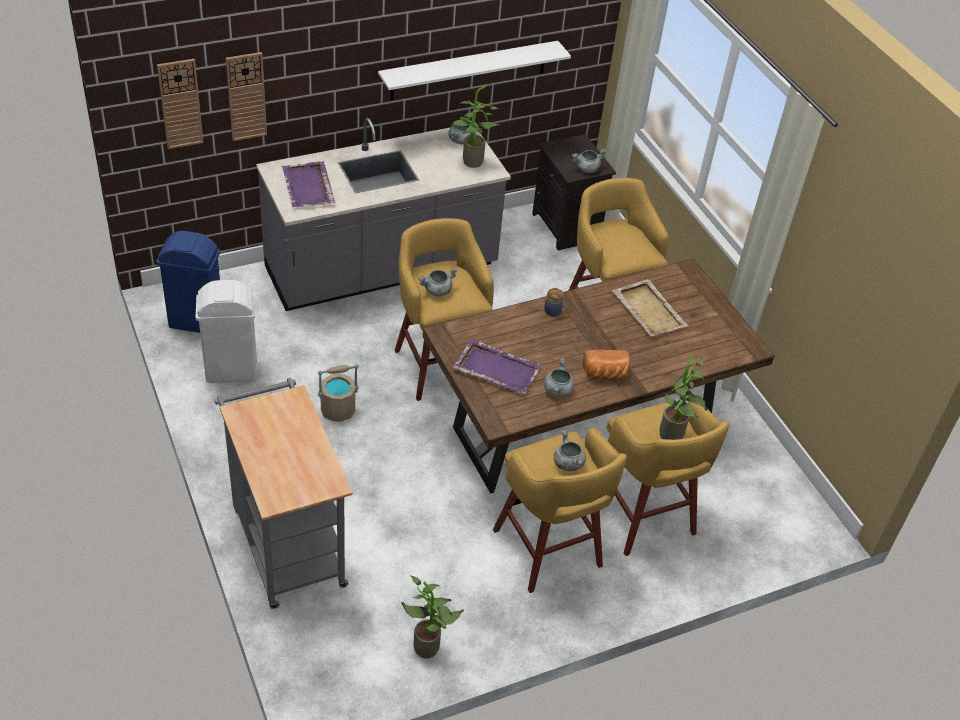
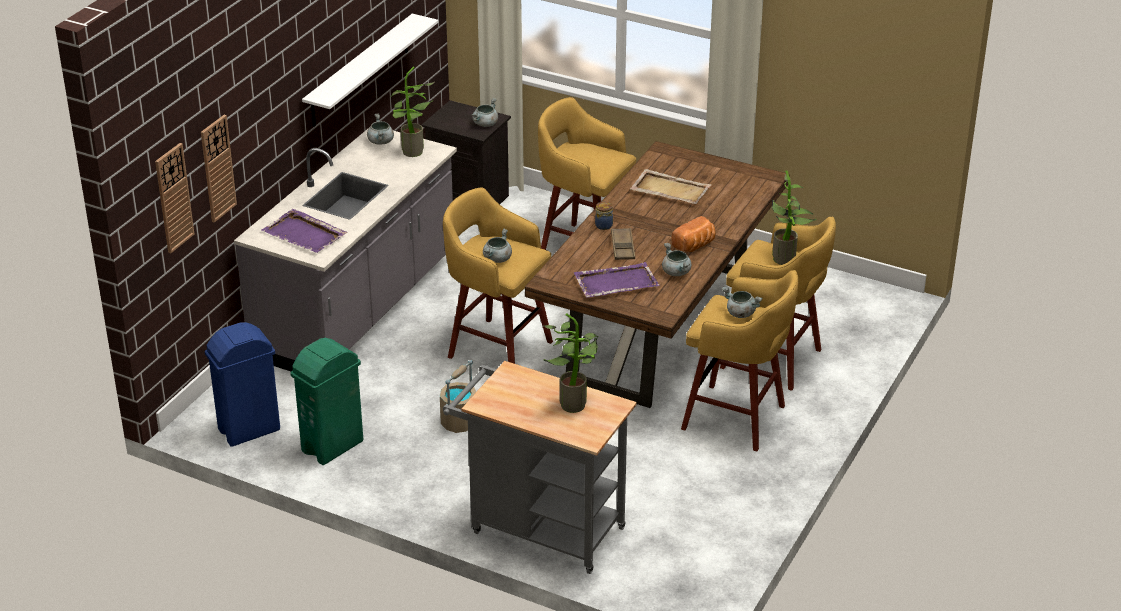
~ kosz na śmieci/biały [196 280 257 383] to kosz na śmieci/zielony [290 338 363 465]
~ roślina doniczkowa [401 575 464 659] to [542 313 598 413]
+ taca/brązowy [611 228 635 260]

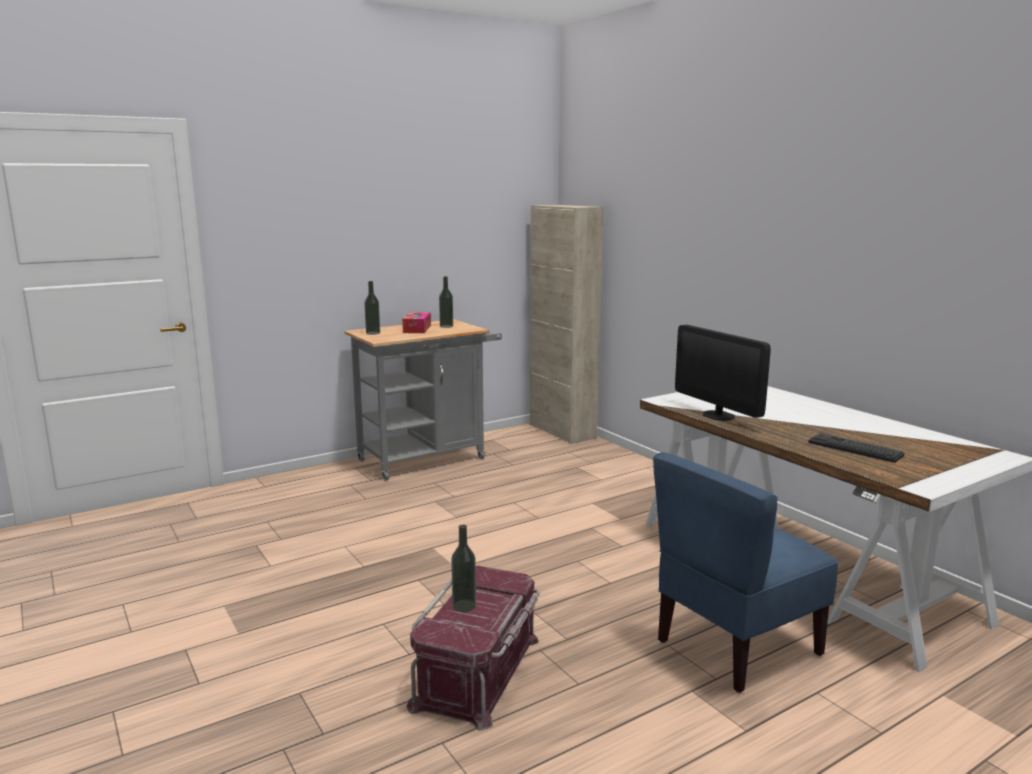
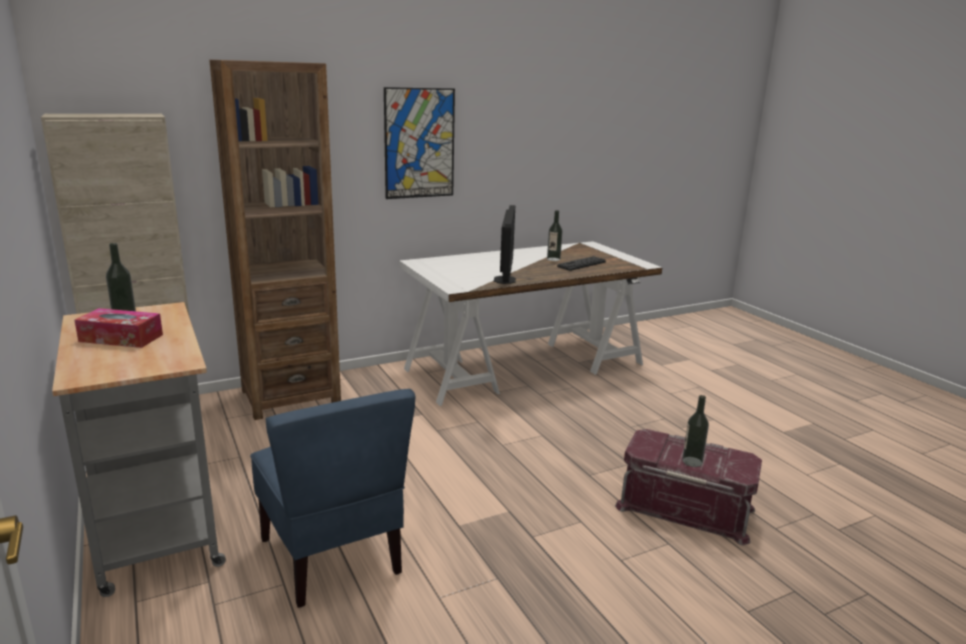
+ regał/brązowy [209 60 341 420]
~ krzesło/niebieski [653 452 839 693] to [250 389 416 608]
+ obraz [384 87 455 199]
~ monitor [675 325 771 421] = [494 205 516 284] 60 degrees counterclockwise
~ butelka [364 281 380 335] to [547 210 562 261]

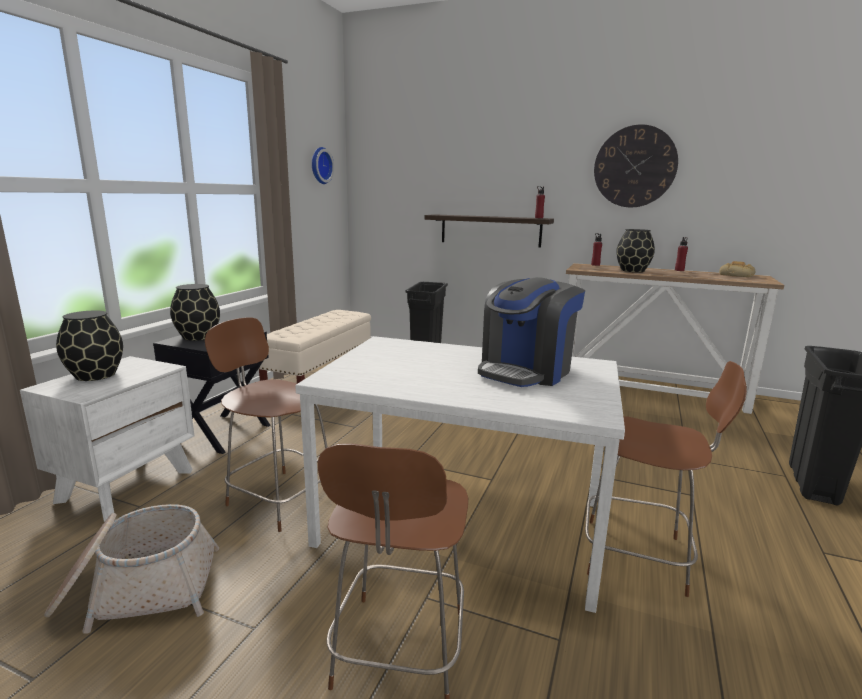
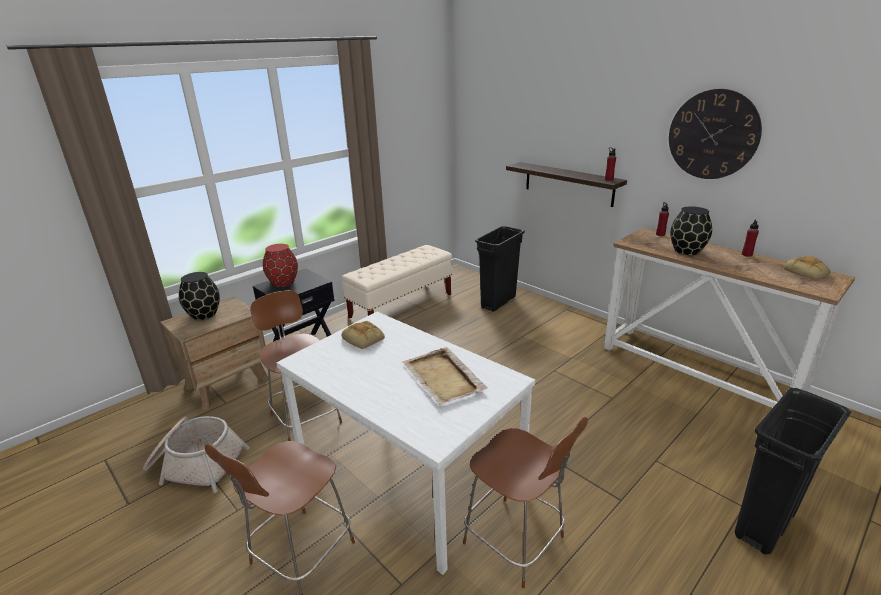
~ szafka nocna/biały [20 356 194 522] to szafka nocna/brązowy [160 296 269 410]
~ wazon/czarny [170 284 220 341] to wazon/czerwony [263 244 298 287]
+ chleb [342 321 385 349]
~ ekspres do kawy [478 277 585 387] to taca/beżowy [402 347 488 405]
- zegar ścienny [312 147 334 184]

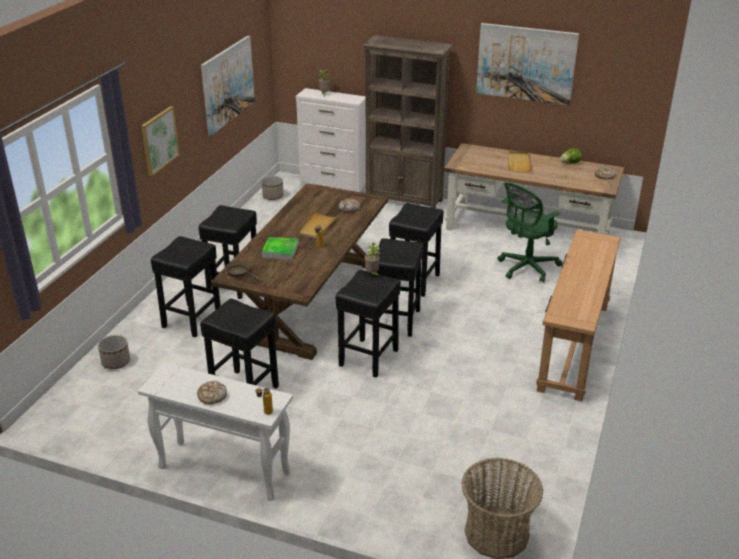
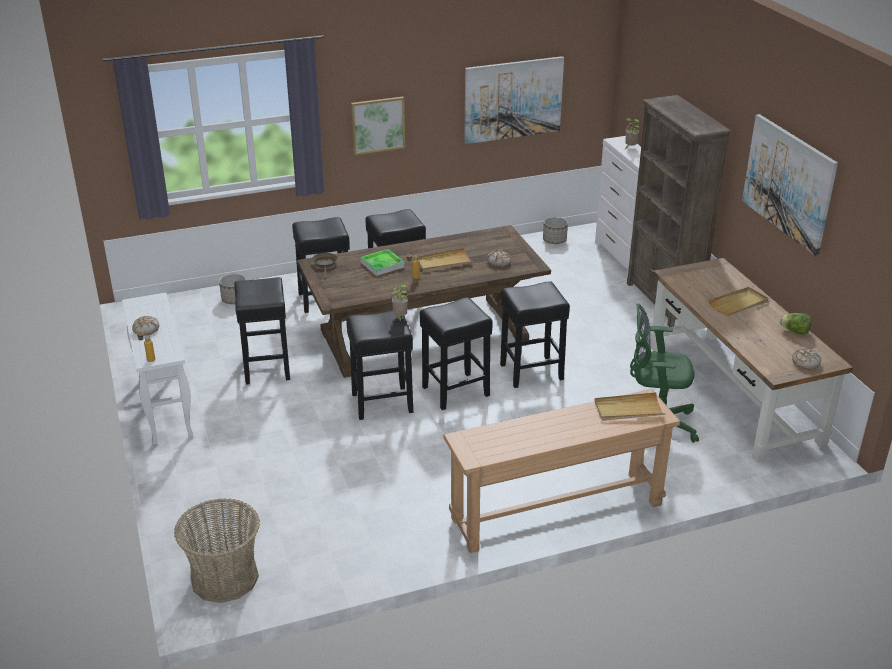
+ taca/beżowy [594 392 666 421]

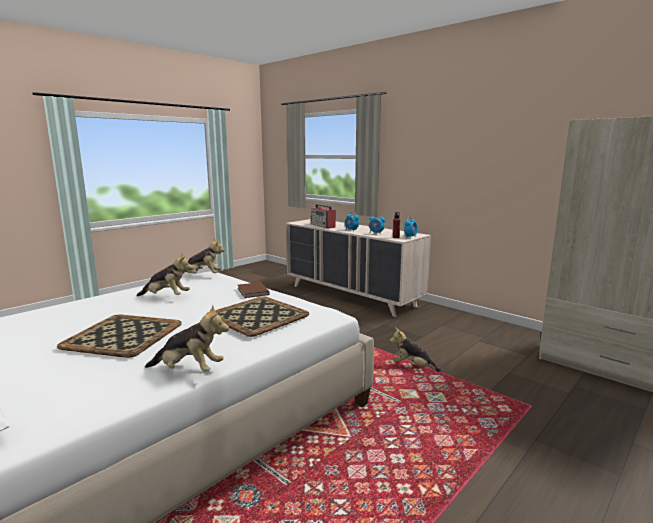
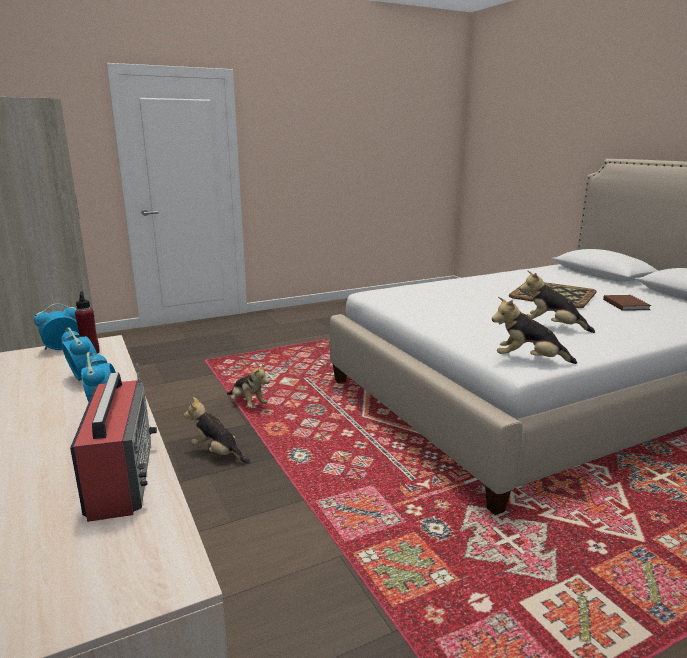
~ pluszak [145 305 229 371] to [184 397 250 464]
~ książka/brązowy [238 282 269 298] to [603 295 651 311]
- taca [207 297 309 337]

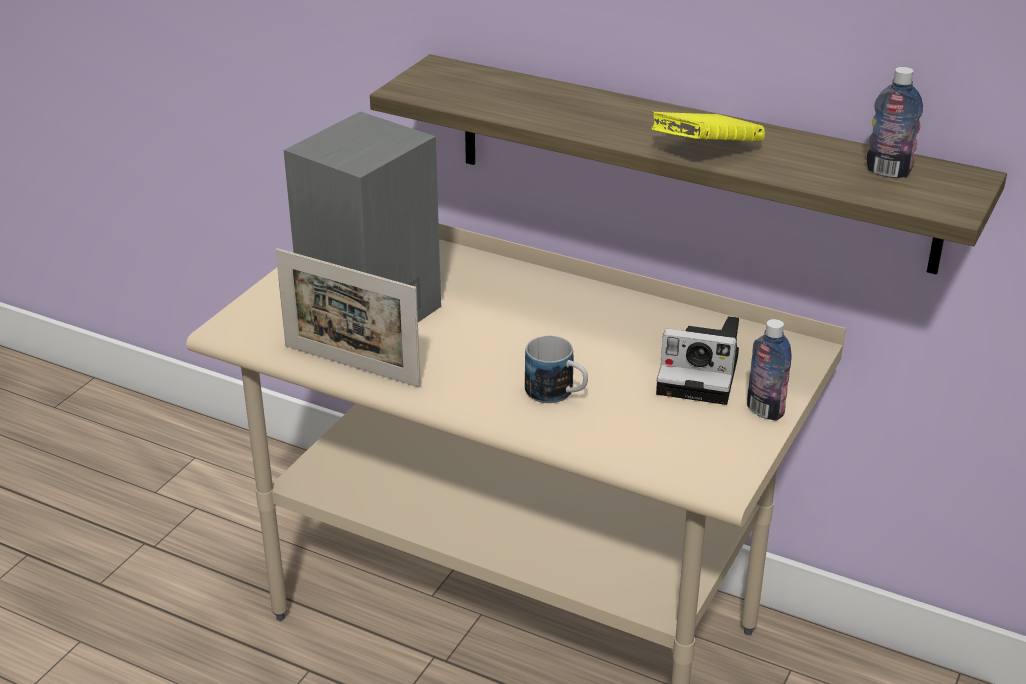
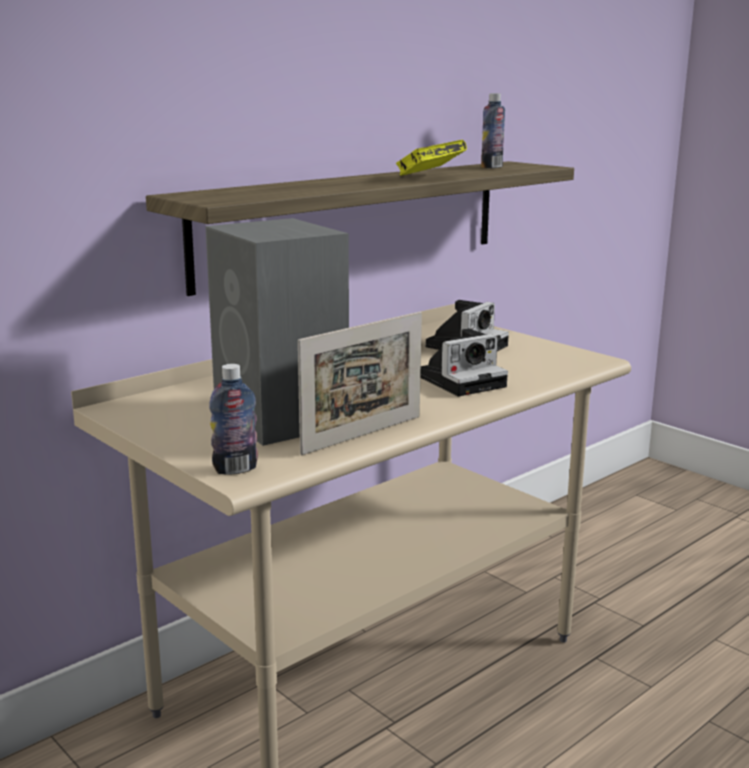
~ butelka [747 319 792 421] to [209 364 258 475]
~ kubek [525 336 588 403] to aparat fotograficzny [420 328 508 397]

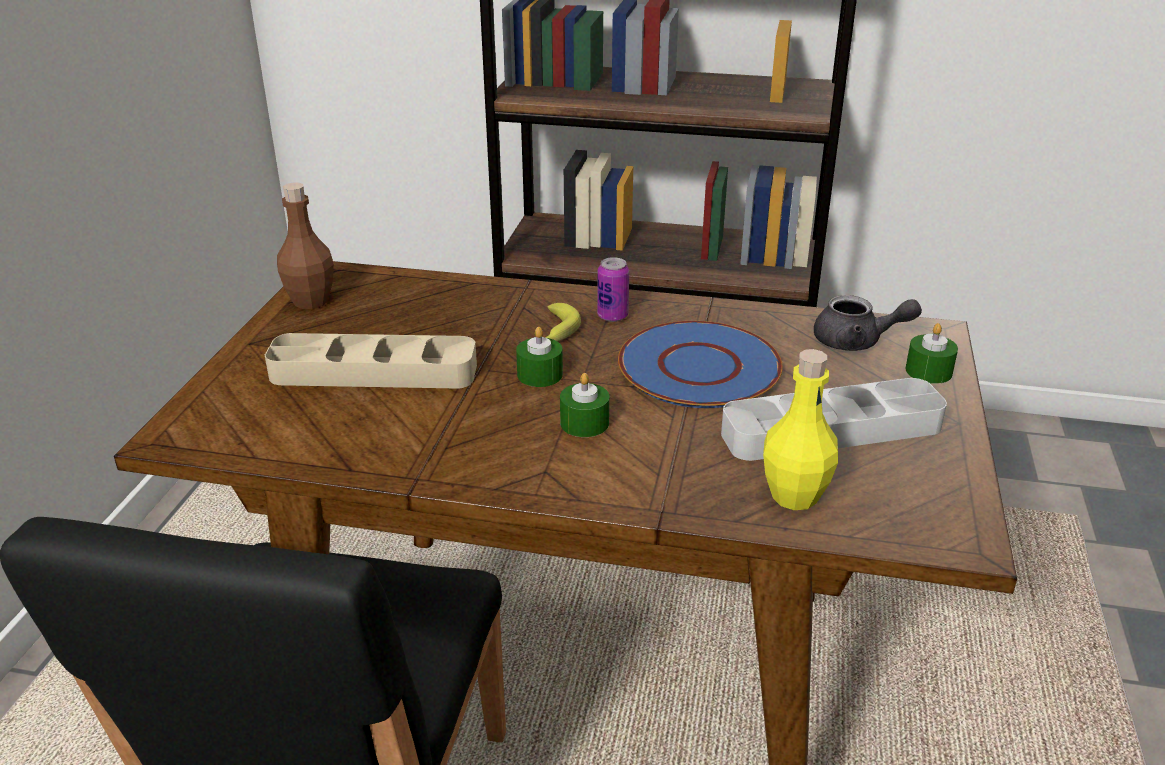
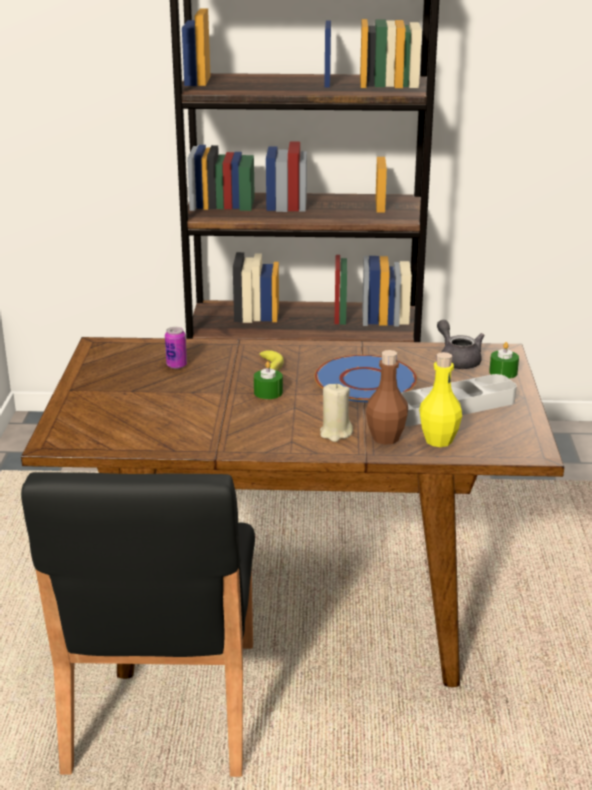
~ puszka [597 257 629 322] to [165 327 187 369]
+ świeca/beżowy [320 383 353 442]
~ butelka/brązowy [277 183 334 309] to [366 350 408 445]
~ imbryk/szary [814 295 922 351] = [437 320 485 369] 120 degrees counterclockwise
- taca/beżowy [265 333 477 389]
- świeca/zielony [560 373 609 437]

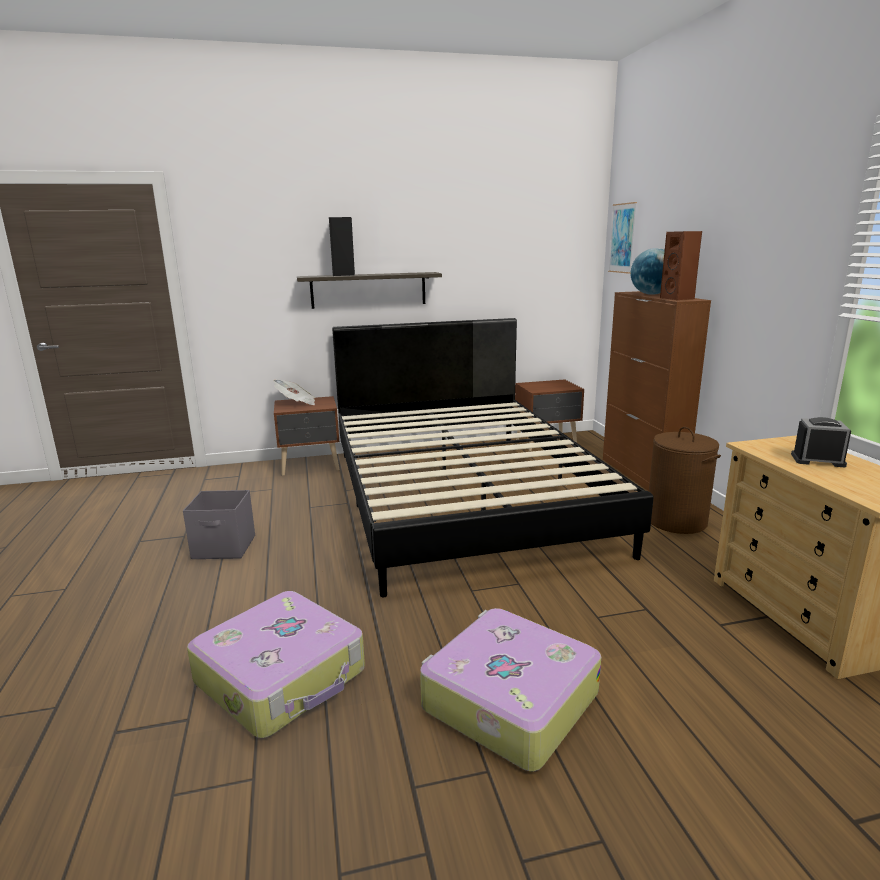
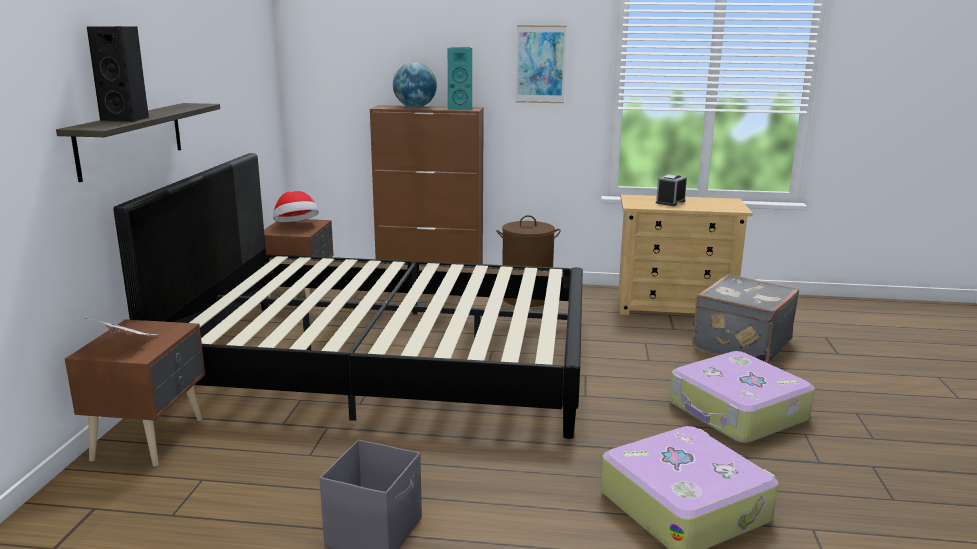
+ kapelusz [273 191 319 222]
~ głośnik/brązowy [660 231 702 300] to głośnik/turkusowy [448 47 472 110]
~ obraz [608 202 637 274] to [515 25 567 103]
+ walizka/szary [692 274 799 363]

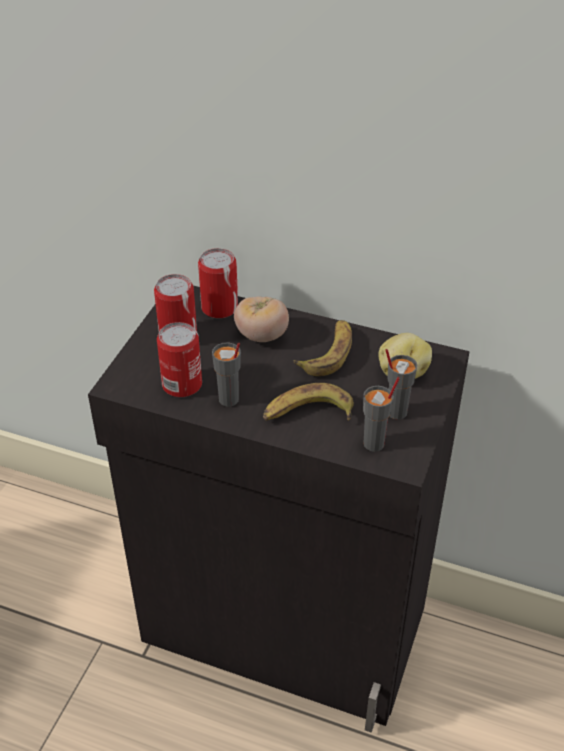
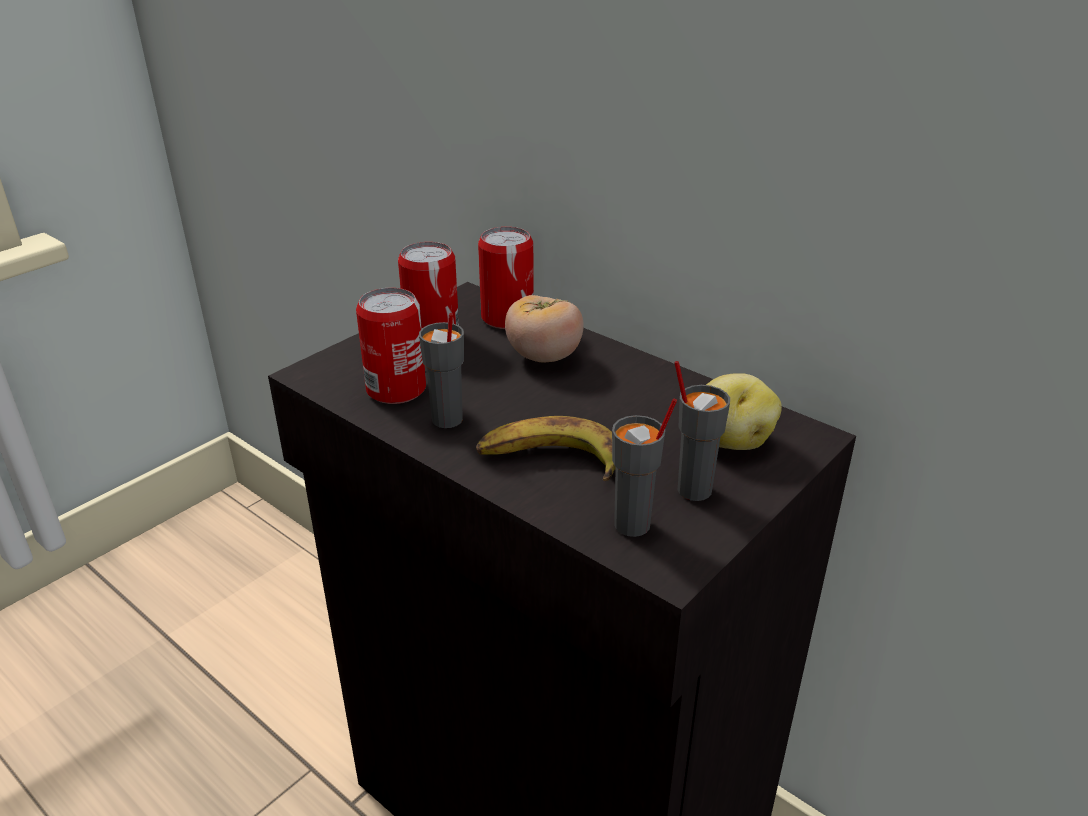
- banan [293 320 352 376]

